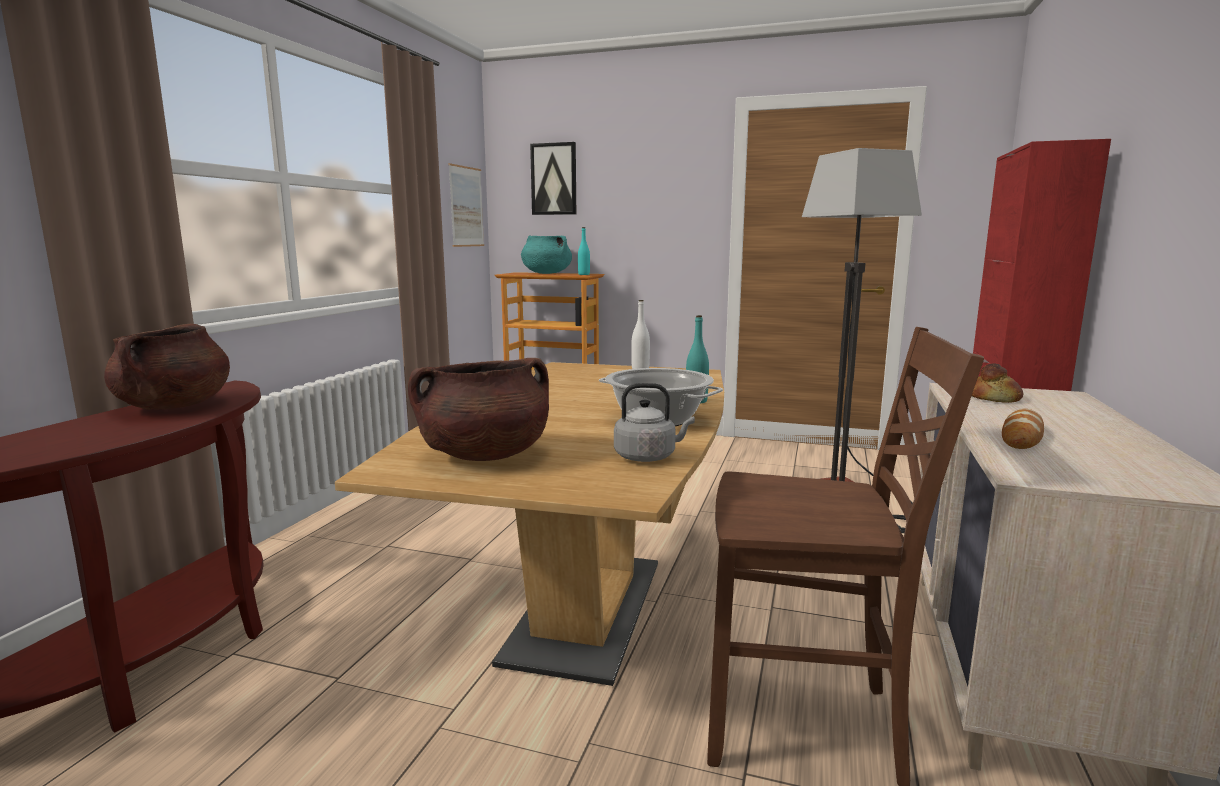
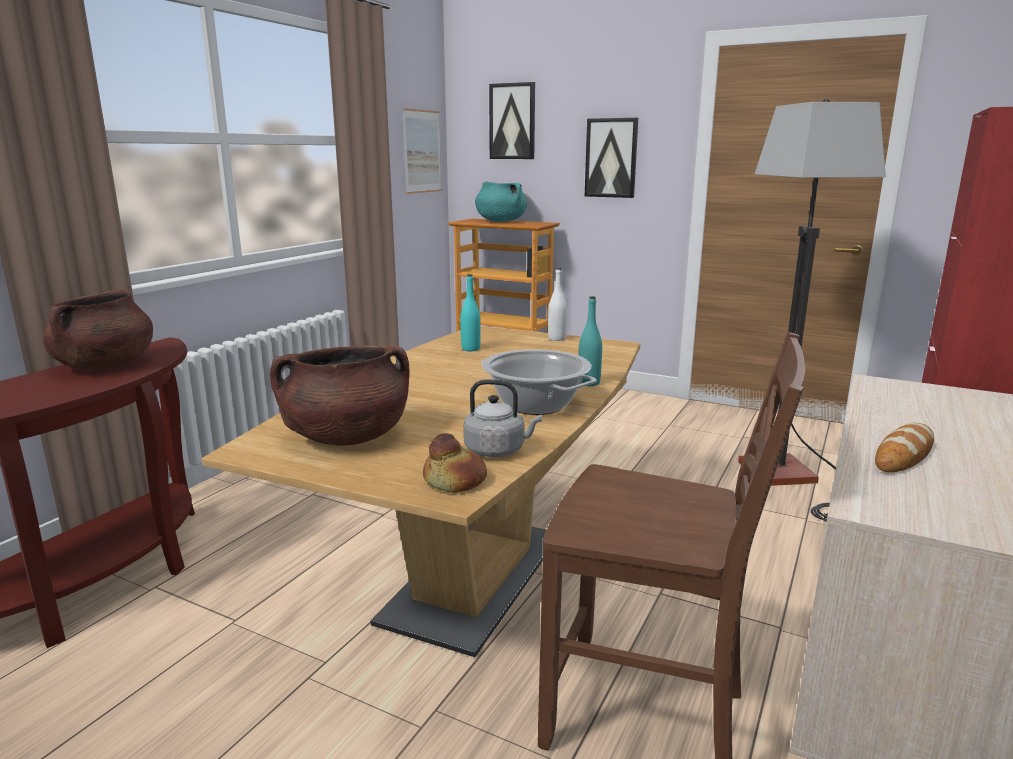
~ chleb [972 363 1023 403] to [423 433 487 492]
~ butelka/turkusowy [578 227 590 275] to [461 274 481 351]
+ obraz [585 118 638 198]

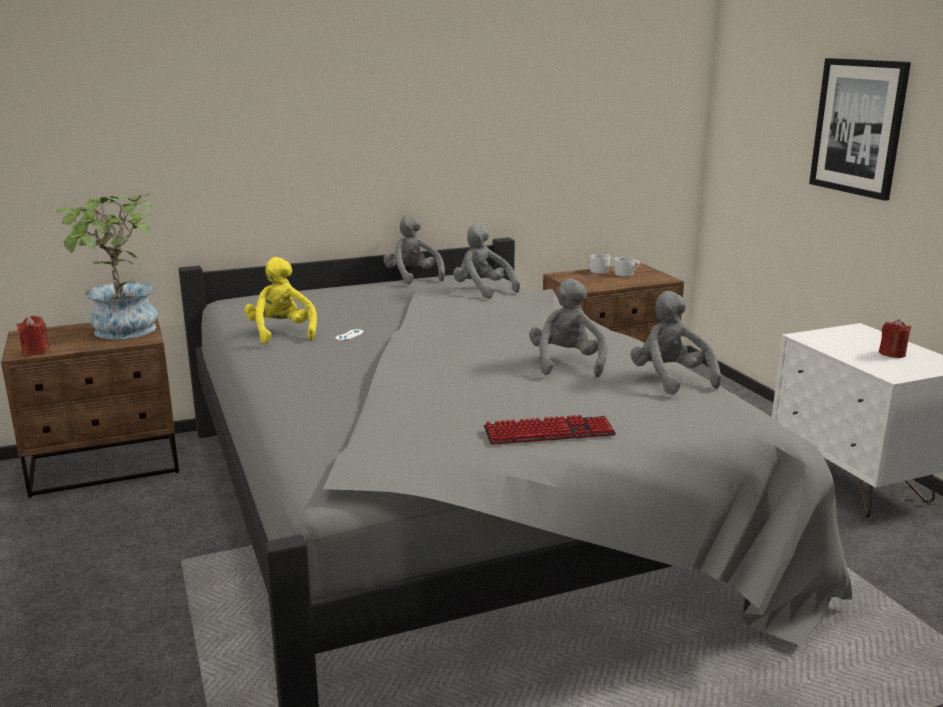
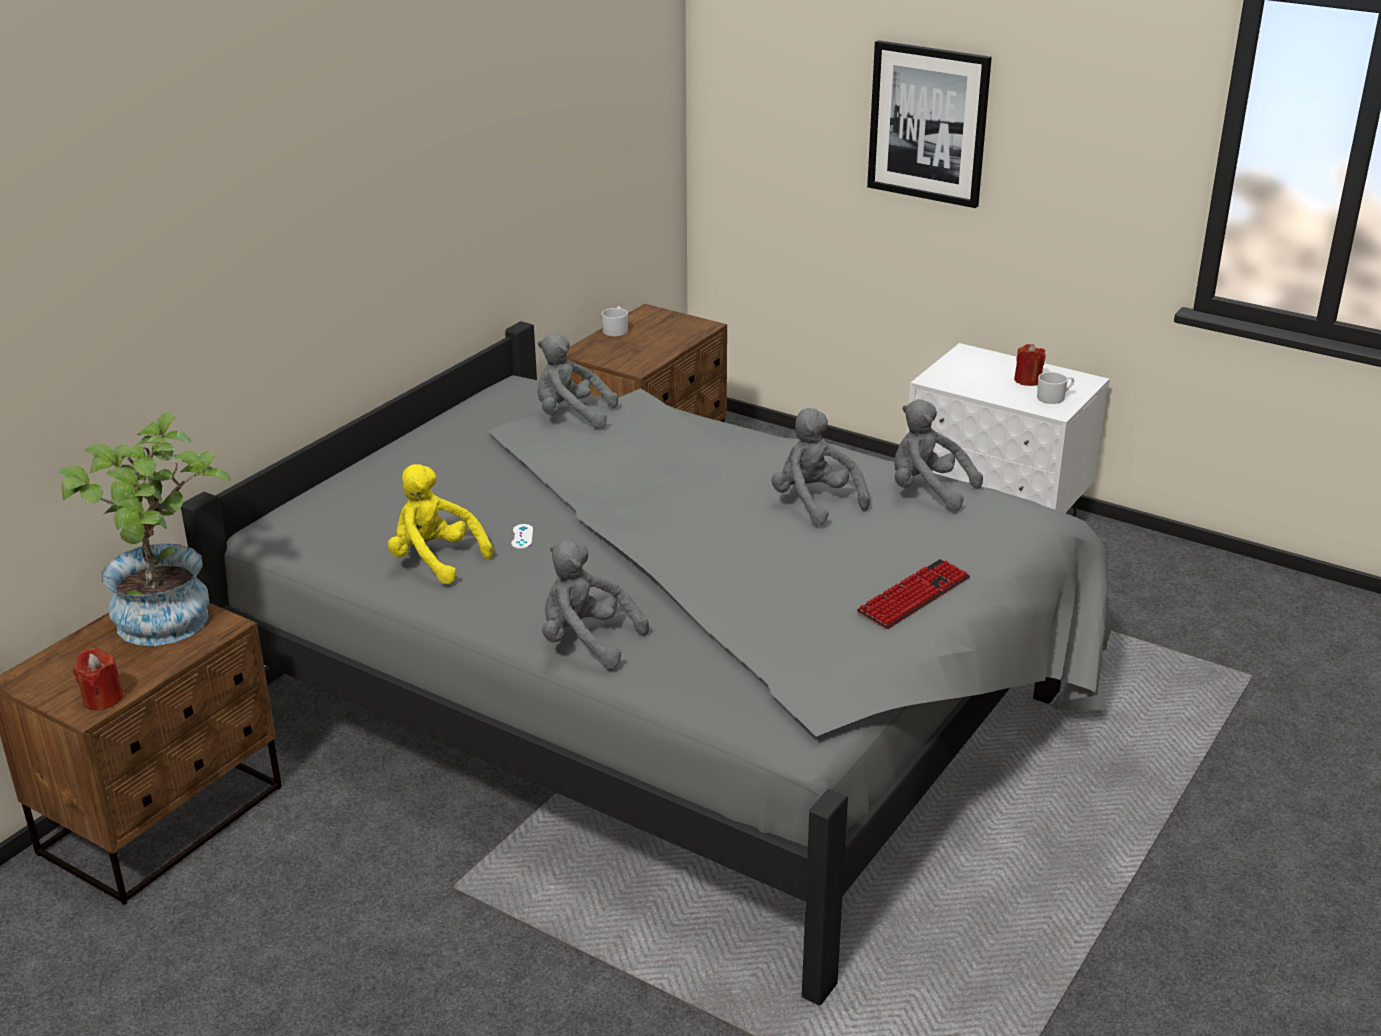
~ pluszak/szary [383 215 445 284] to [542 540 649 667]
~ kubek/biały [614 257 640 276] to [1037 372 1074 404]

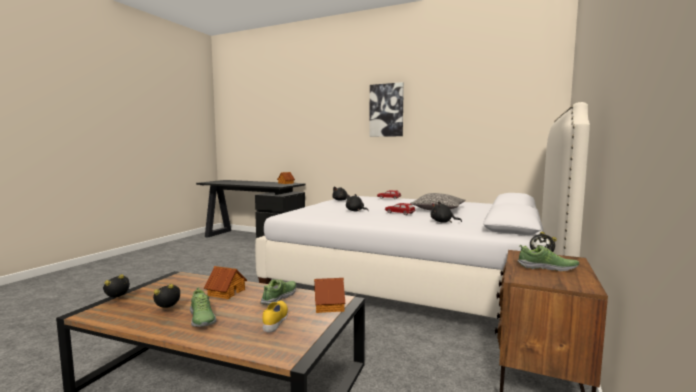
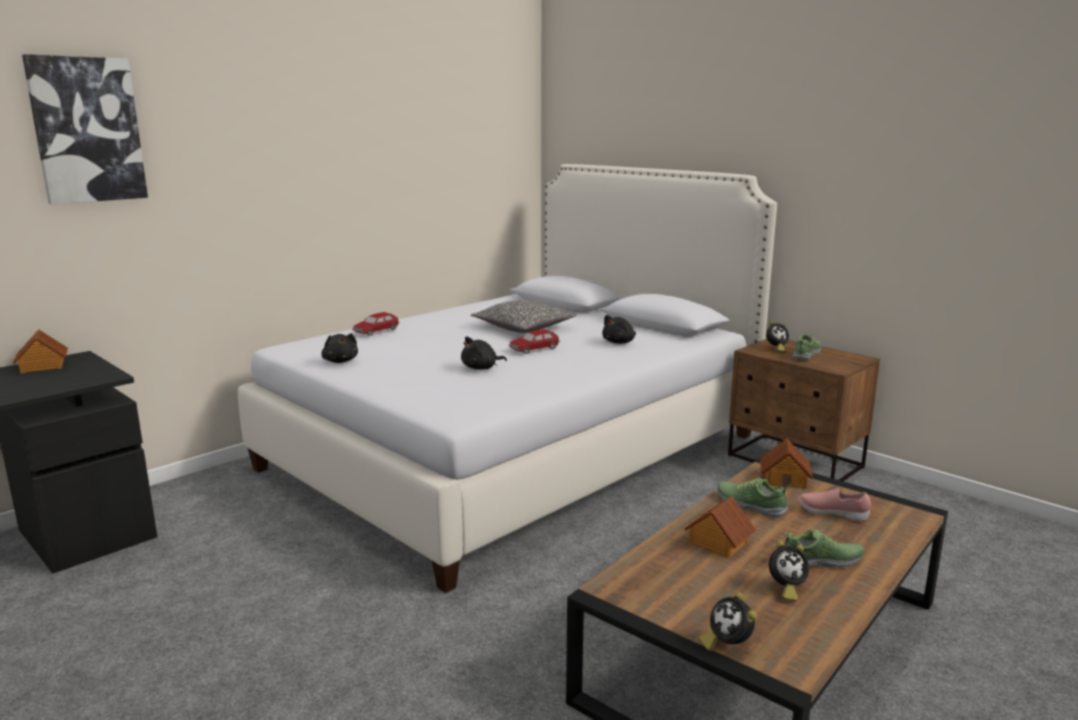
~ obraz [369 82 404 137] to [22 54 148 204]
~ budzik [153 284 180 308] = [769 541 809 601] 90 degrees counterclockwise
~ but/żółty [262 301 288 333] to but/różowy [798 488 871 521]

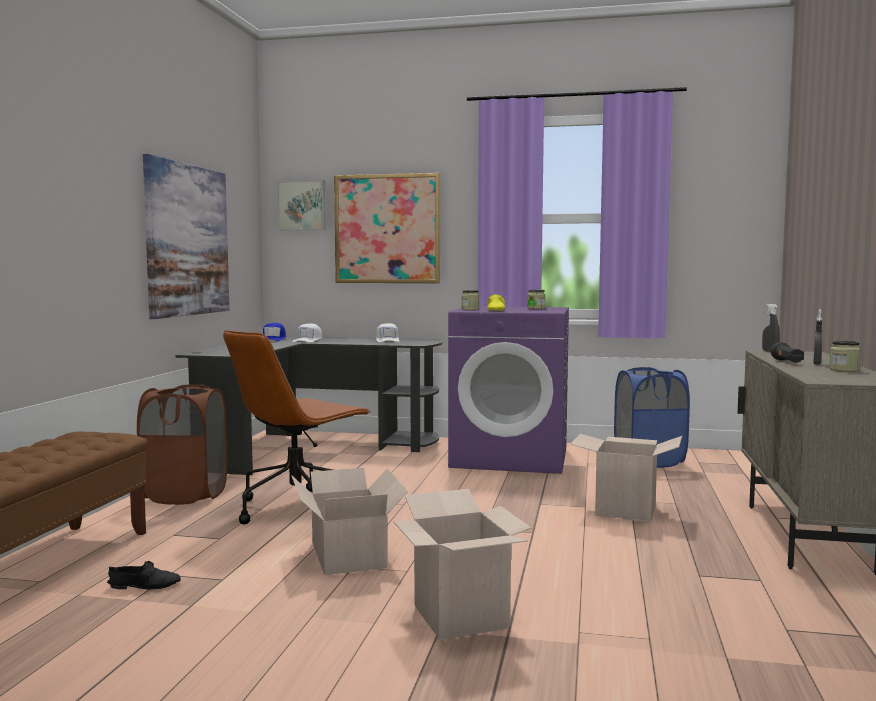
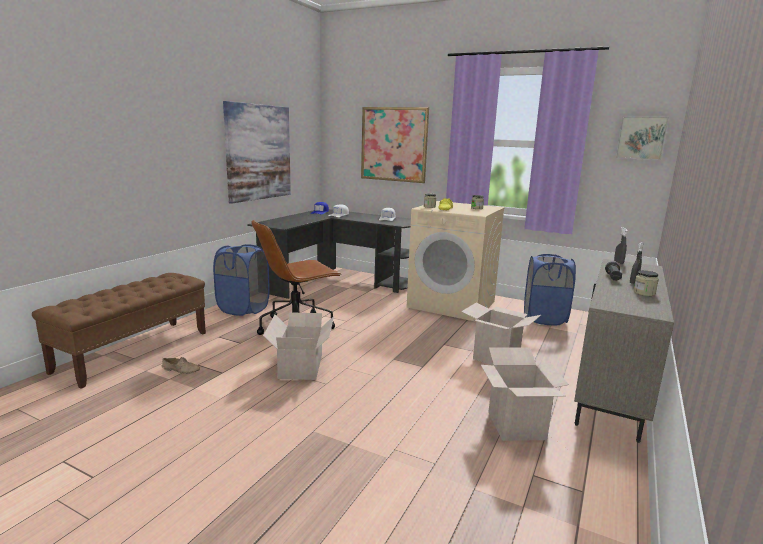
~ but/czarny [107 561 181 590] to but/beżowy [162 357 200 374]
~ kosz na pranie/brązowy [137 384 228 505] to kosz na pranie/niebieski [213 244 270 316]
~ pralka/fioletowy [448 306 569 474] to pralka/beżowy [407 201 505 322]
~ karton [393 489 531 640] to [481 347 569 441]
~ obraz [277 180 326 230] to [616 116 669 160]

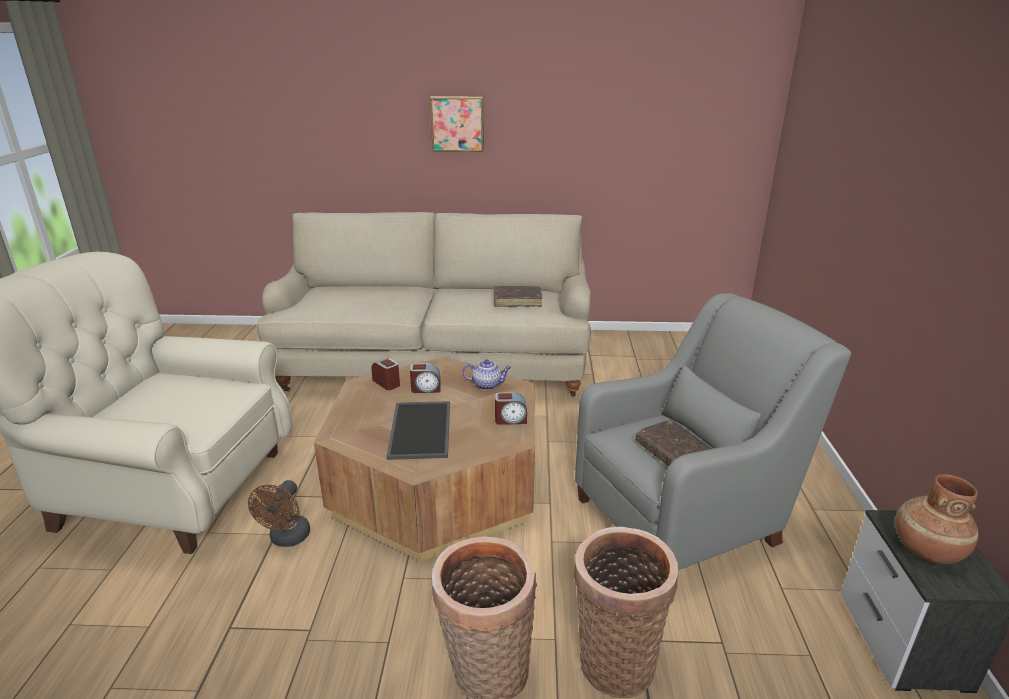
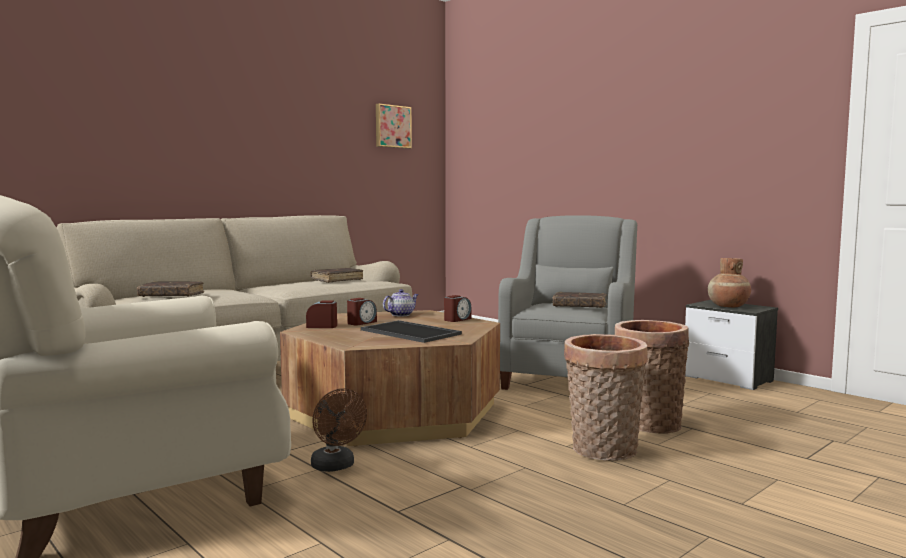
+ książka/brązowy [137 281 204 297]
~ obraz [430 96 484 152] to [376 103 412 149]

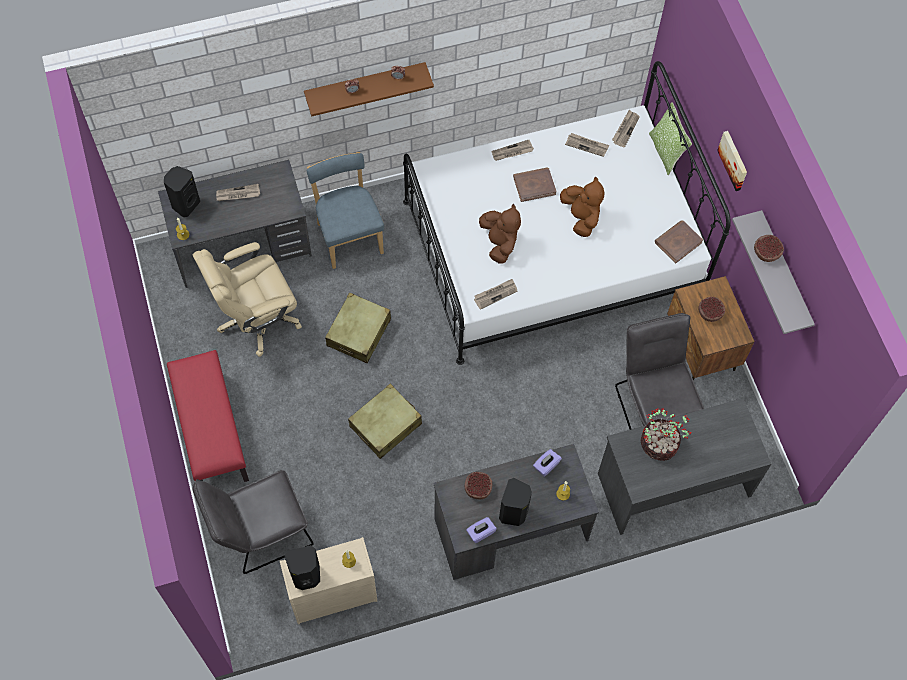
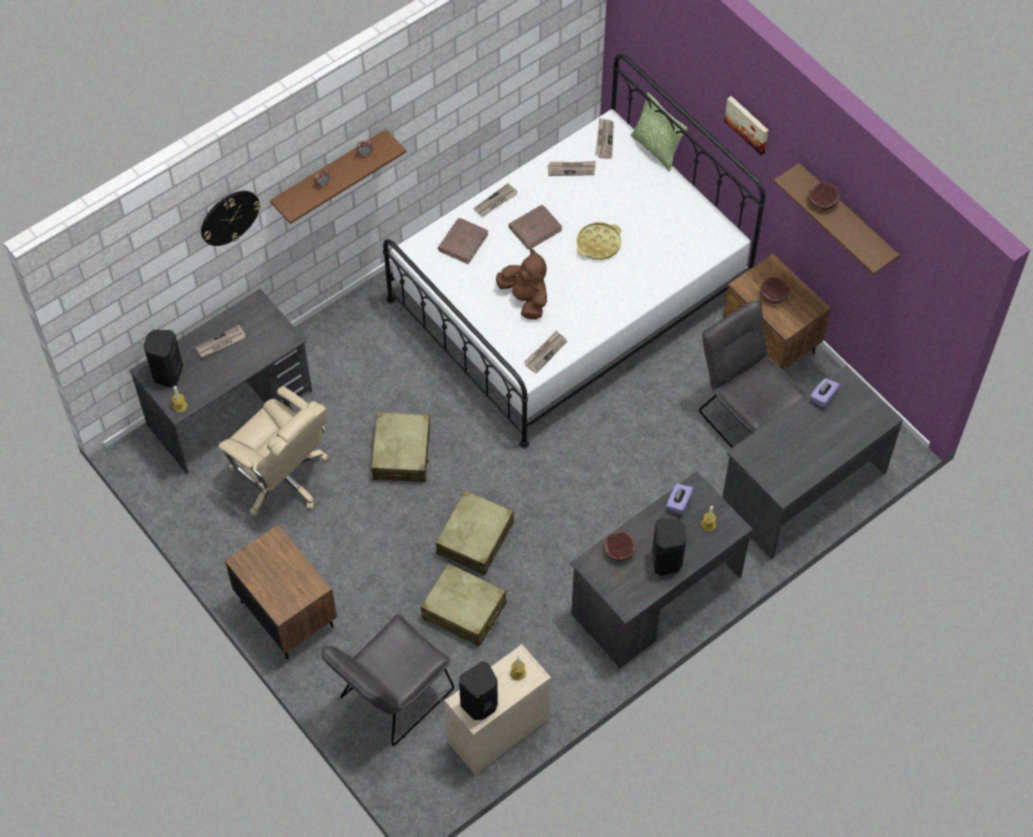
+ zegar ścienny [201 191 261 246]
~ krzesło biurowe/beżowy [192 242 302 357] = [219 387 328 516] 90 degrees counterclockwise
~ ławka/czerwony [167 350 249 482] to szafka nocna/brązowy [225 524 337 659]
+ walizka/beżowy [421 563 507 646]
~ książka/brązowy [655 220 703 263] to [438 218 488 264]
~ pluszak/brązowy [560 177 604 237] to taca/żółty [577 222 621 260]
~ półka/szary [732 210 815 334] to półka/brązowy [773 163 900 275]
~ pudełko chusteczek/fioletowy [466 517 497 543] to [810 378 840 408]
- krzesło/niebieski [307 152 384 269]
- roślina doniczkowa [641 408 691 461]

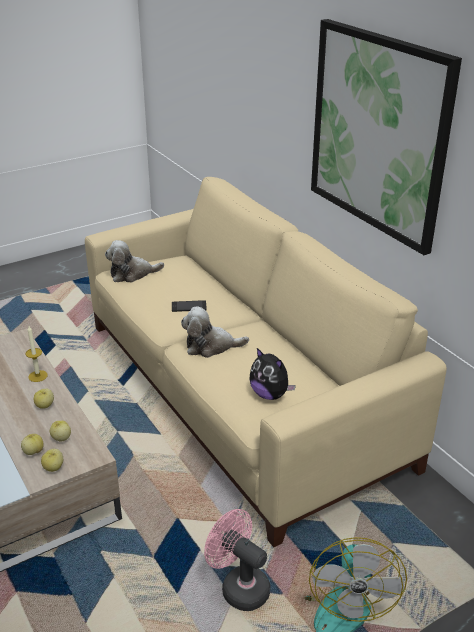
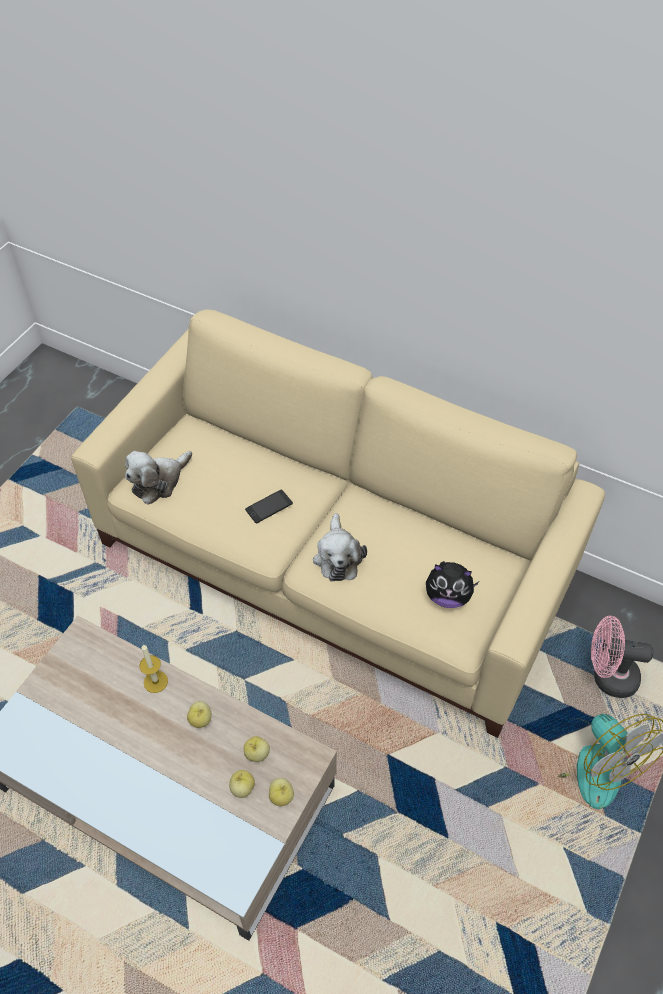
~ pluszak [181 307 249 358] = [313 513 367 581] 60 degrees counterclockwise
~ wentylator/różowy [204 509 270 611] to [591 616 653 698]
- obraz [311 19 462 255]

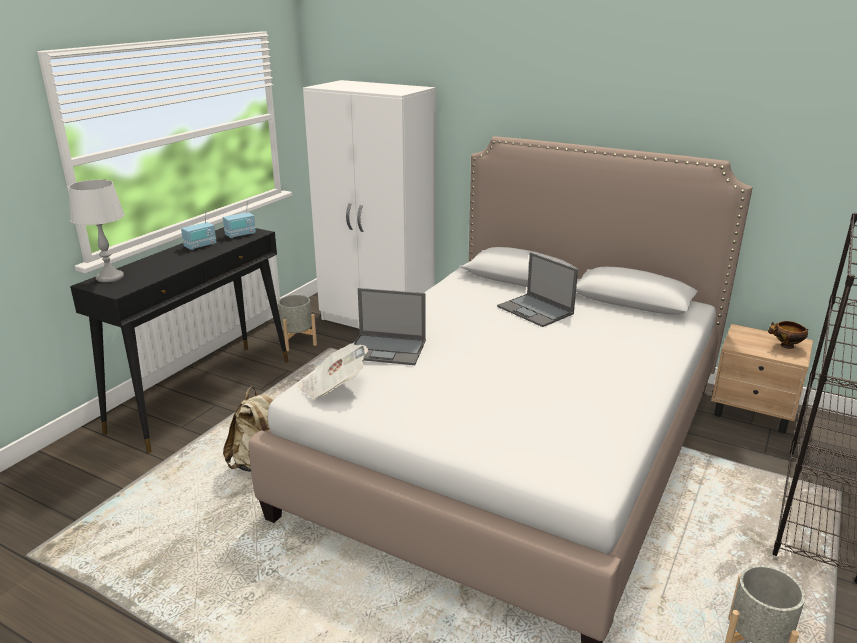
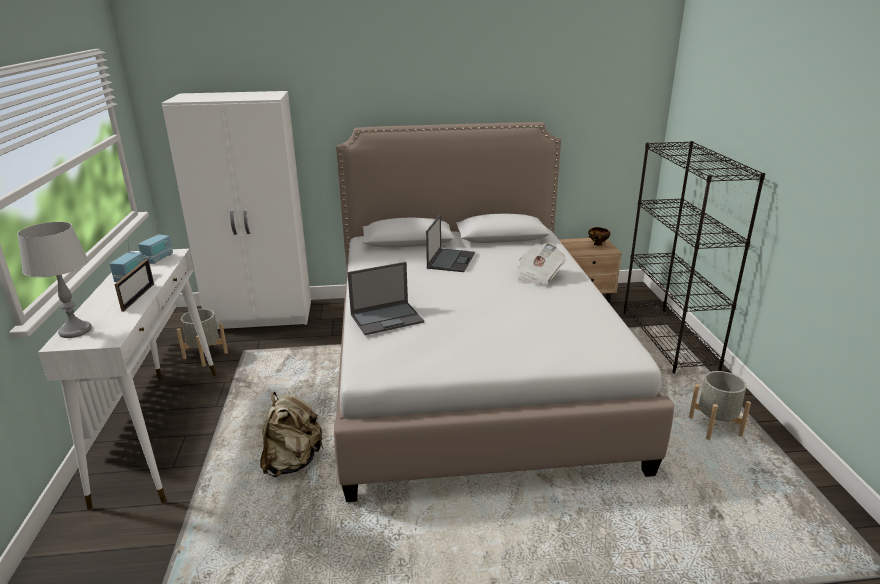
~ stolik konsolowy/czarny [70 227 289 453] to stolik konsolowy/biały [38 249 216 510]
+ ramka na zdjęcie [114 259 154 312]
~ laptop [497 252 578 327] = [426 215 475 272] 90 degrees counterclockwise
~ gazeta [298 343 368 400] to [517 243 565 284]

